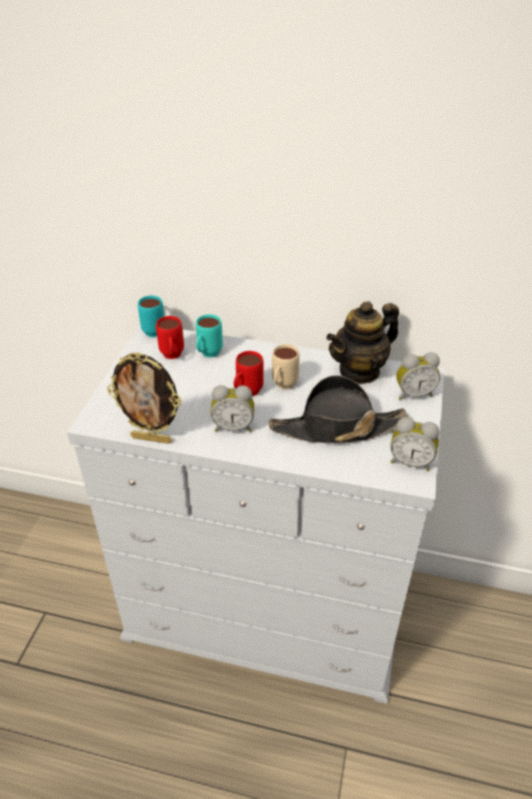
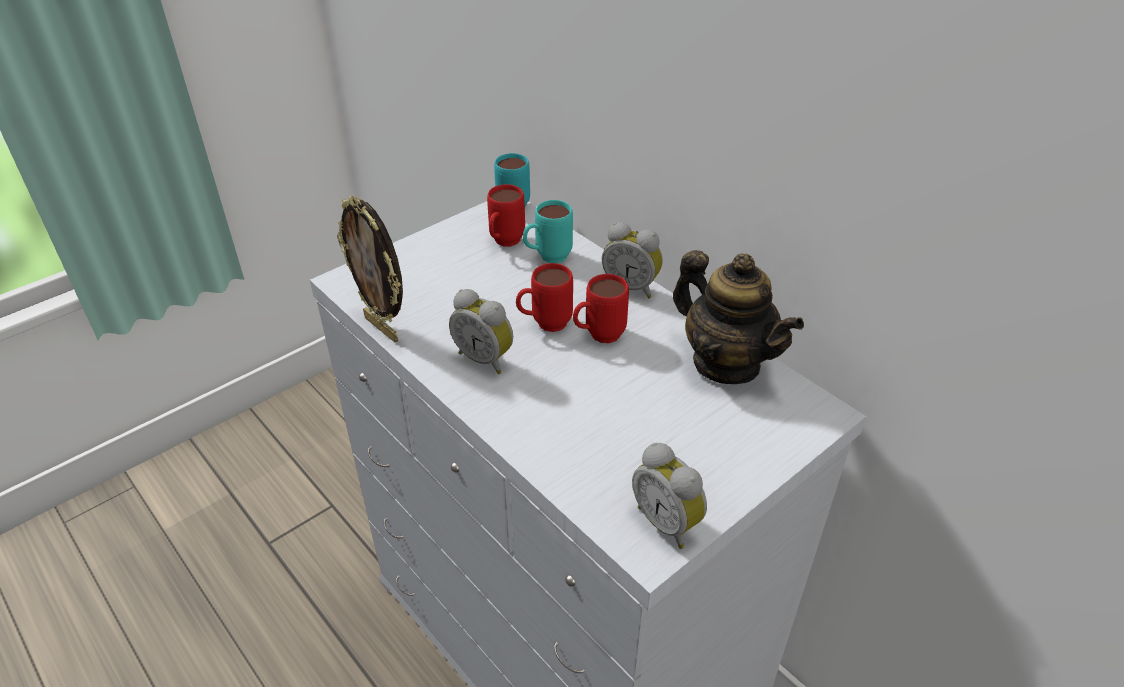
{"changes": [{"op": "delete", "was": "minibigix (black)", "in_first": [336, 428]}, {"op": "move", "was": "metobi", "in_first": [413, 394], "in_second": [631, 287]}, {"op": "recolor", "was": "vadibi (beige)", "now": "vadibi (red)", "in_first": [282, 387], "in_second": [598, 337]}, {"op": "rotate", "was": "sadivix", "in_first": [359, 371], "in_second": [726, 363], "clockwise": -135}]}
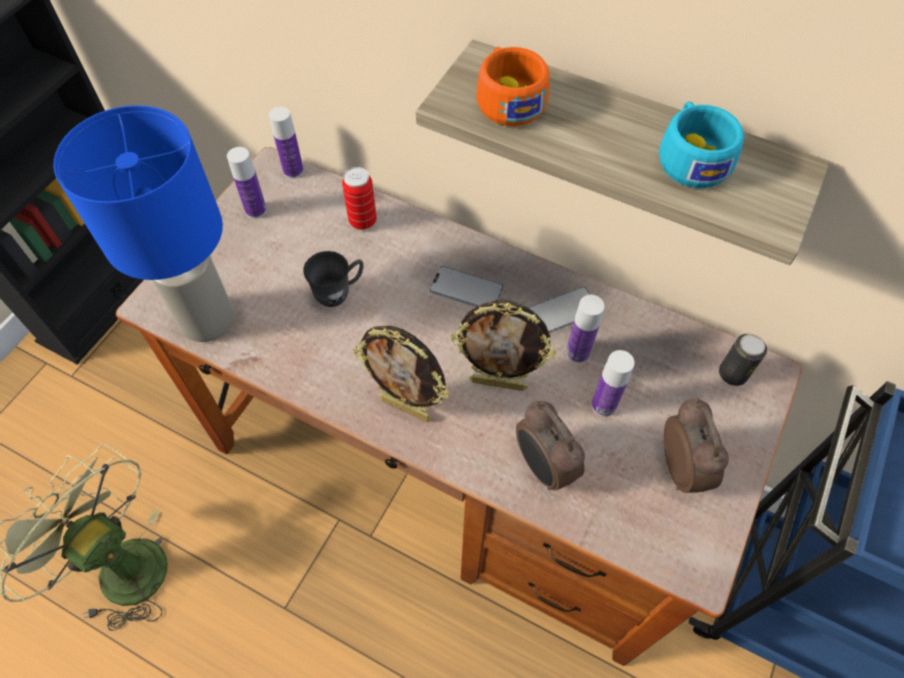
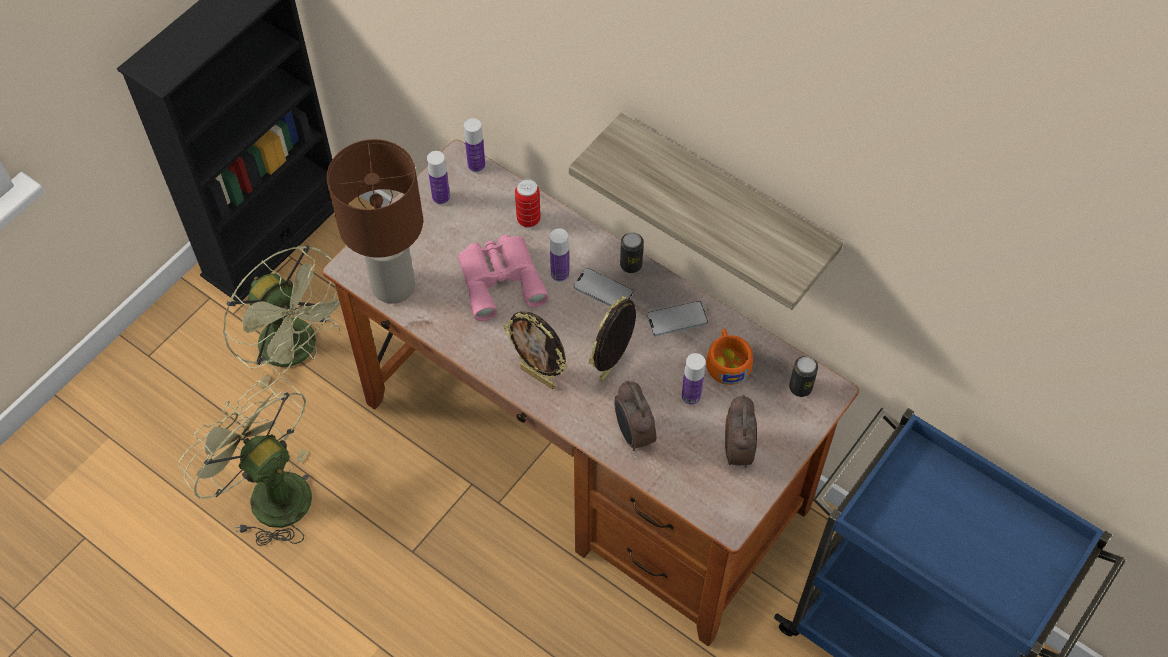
{"changes": [{"op": "delete", "was": "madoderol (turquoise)", "in_first": [691, 158]}, {"op": "insert", "now": "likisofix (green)", "in_second": [298, 350]}, {"op": "insert", "now": "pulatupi", "in_second": [631, 265]}, {"op": "move", "was": "madoderol (orange)", "in_first": [508, 99], "in_second": [727, 362]}, {"op": "move", "was": "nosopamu", "in_first": [577, 352], "in_second": [560, 274]}, {"op": "replace", "was": "vadibi (grey)", "now": "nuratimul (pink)", "in_first": [339, 293], "in_second": [500, 278]}, {"op": "recolor", "was": "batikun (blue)", "now": "batikun (brown)", "in_first": [208, 318], "in_second": [394, 285]}, {"op": "rotate", "was": "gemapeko", "in_first": [498, 383], "in_second": [613, 368], "clockwise": 105}]}
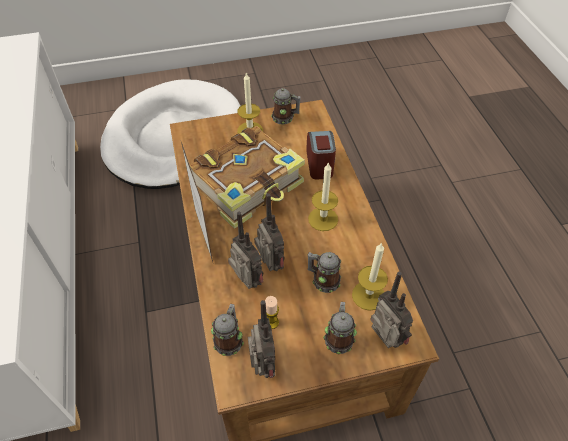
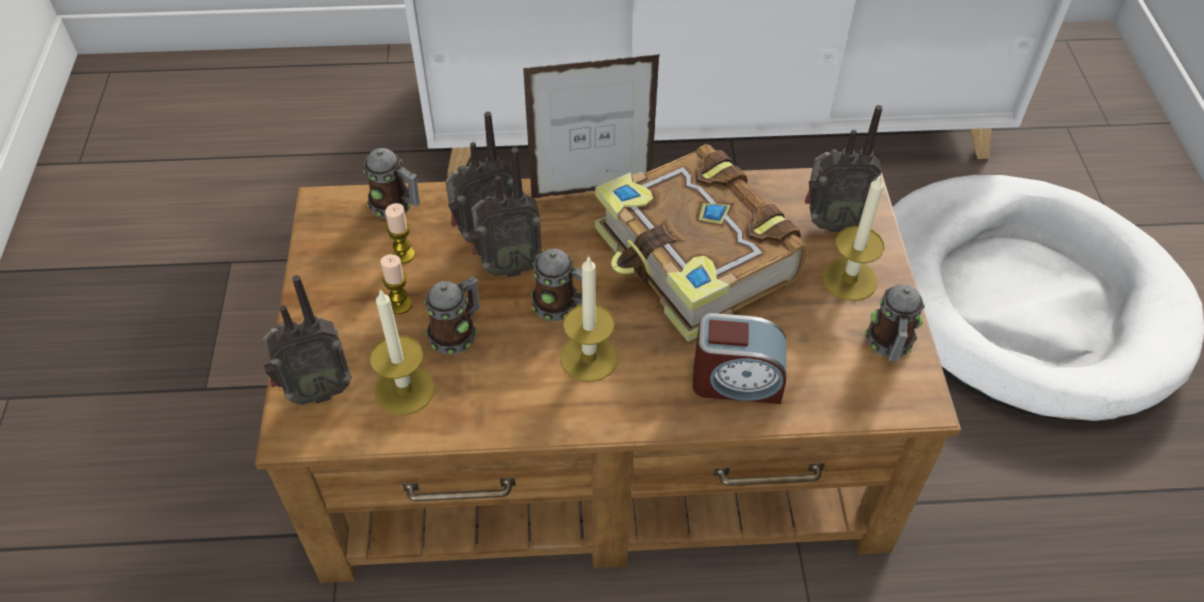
{"changes": [{"op": "insert", "now": "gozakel", "in_second": [400, 305]}, {"op": "move", "was": "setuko", "in_first": [262, 367], "in_second": [830, 222]}, {"op": "move", "was": "vadibi", "in_first": [339, 337], "in_second": [561, 305]}]}
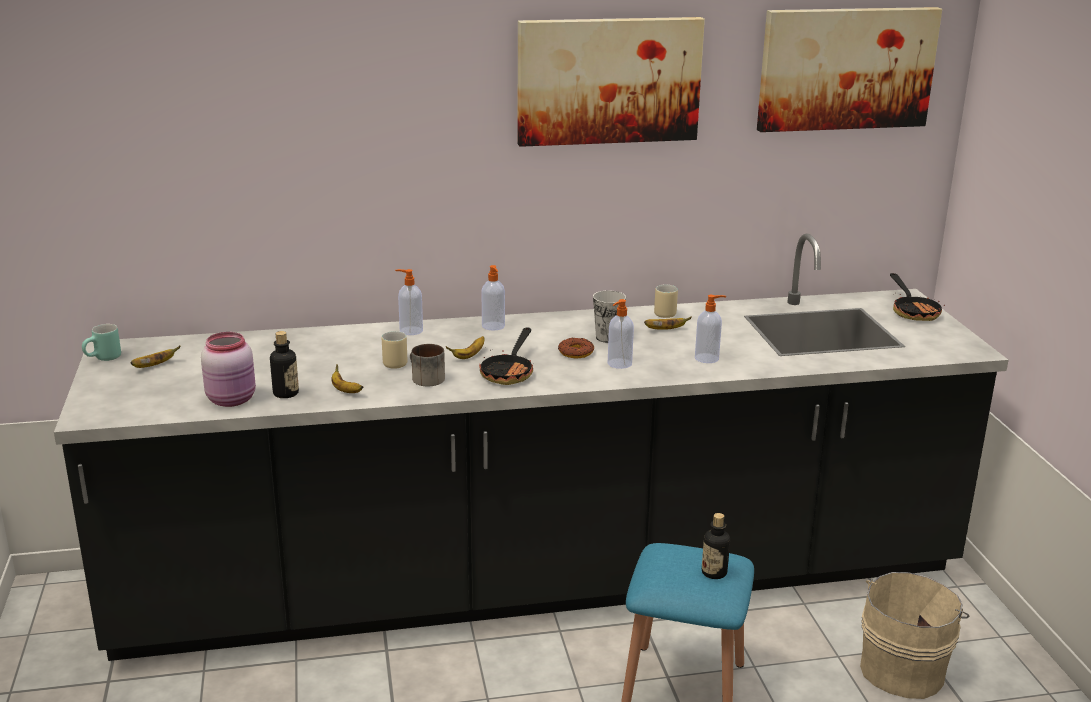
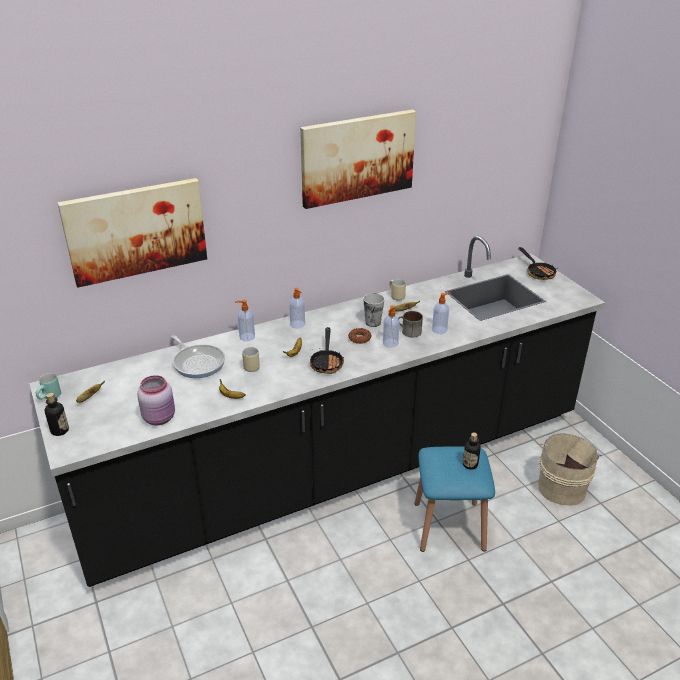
{"changes": [{"op": "insert", "now": "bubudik", "in_second": [198, 363]}, {"op": "move", "was": "nosopamu", "in_first": [286, 393], "in_second": [60, 430]}, {"op": "move", "was": "vadibi", "in_first": [424, 378], "in_second": [409, 332]}, {"op": "move", "was": "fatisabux", "in_first": [846, 68], "in_second": [136, 230]}]}
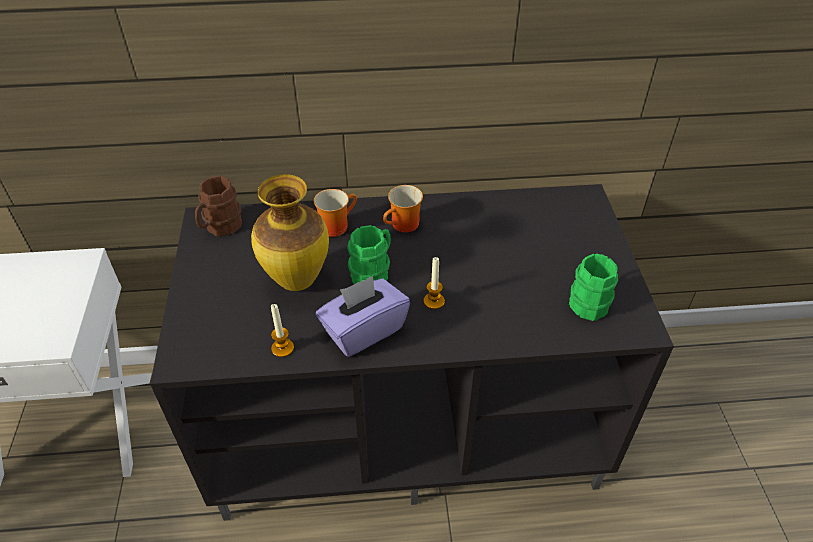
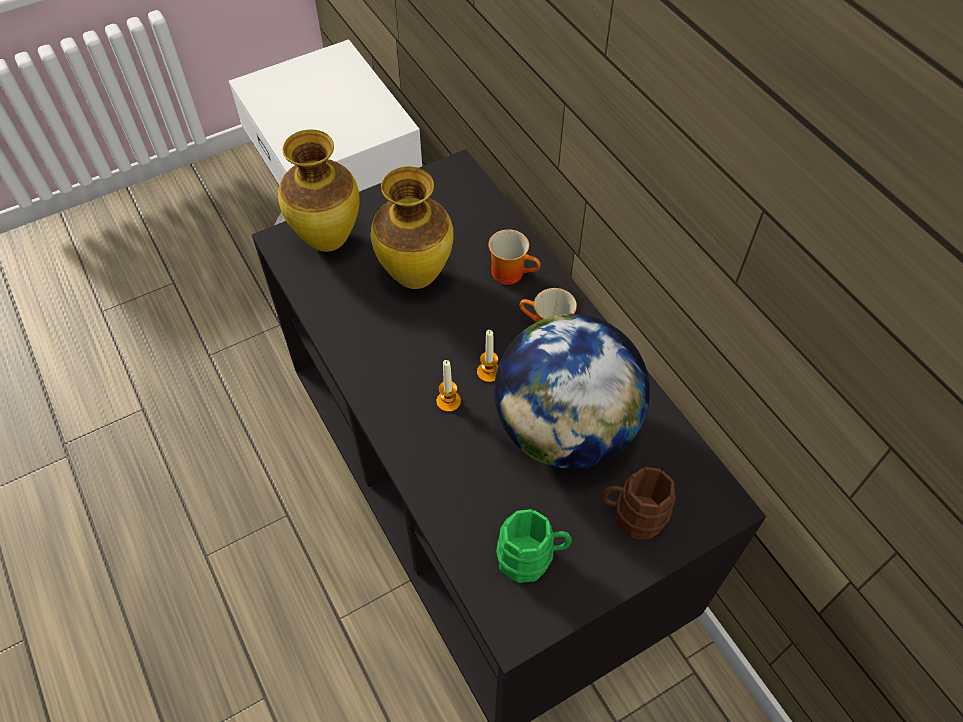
{"changes": [{"op": "delete", "was": "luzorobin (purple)", "in_first": [363, 330]}, {"op": "delete", "was": "vadibi (green)", "in_first": [373, 271]}, {"op": "insert", "now": "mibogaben", "in_second": [327, 241]}, {"op": "insert", "now": "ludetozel", "in_second": [565, 429]}, {"op": "move", "was": "vadibi (brown)", "in_first": [220, 227], "in_second": [632, 515]}, {"op": "move", "was": "gozakel", "in_first": [282, 348], "in_second": [489, 372]}]}
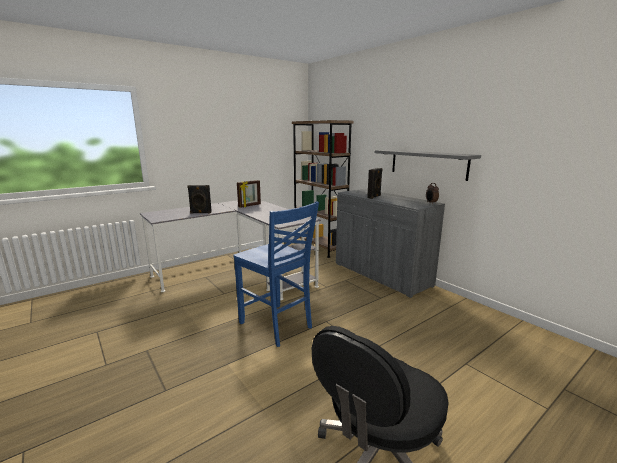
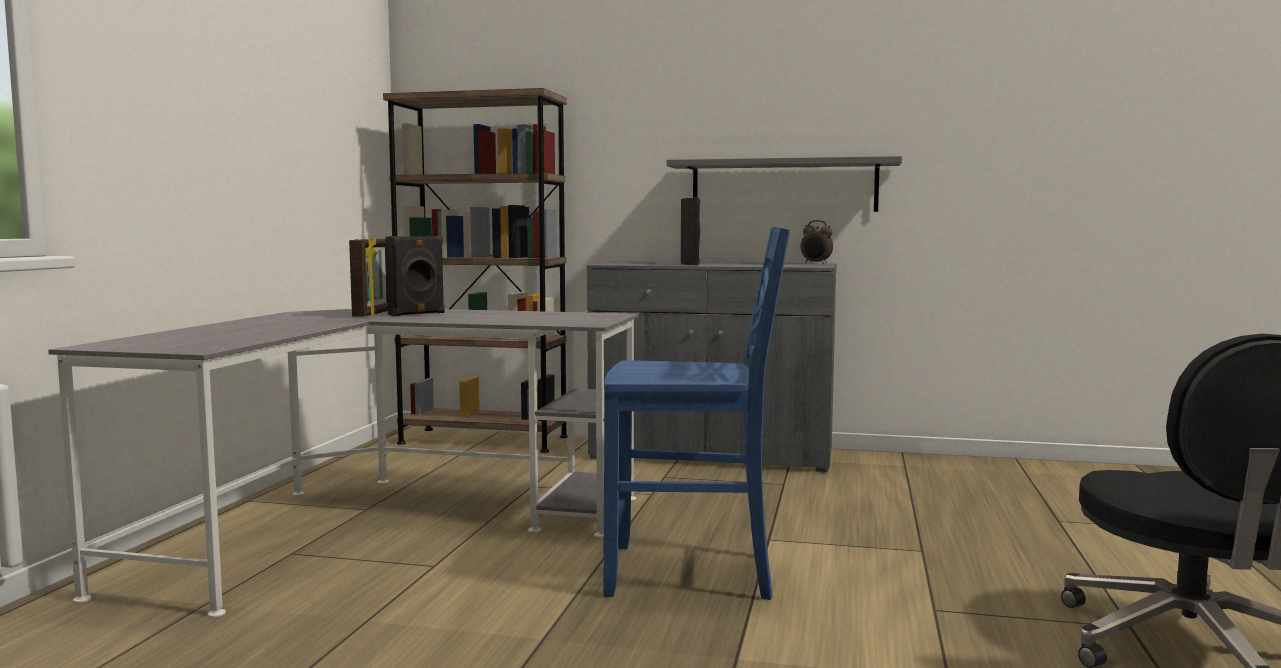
{"changes": [{"op": "move", "was": "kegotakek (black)", "in_first": [200, 213], "in_second": [417, 314]}]}
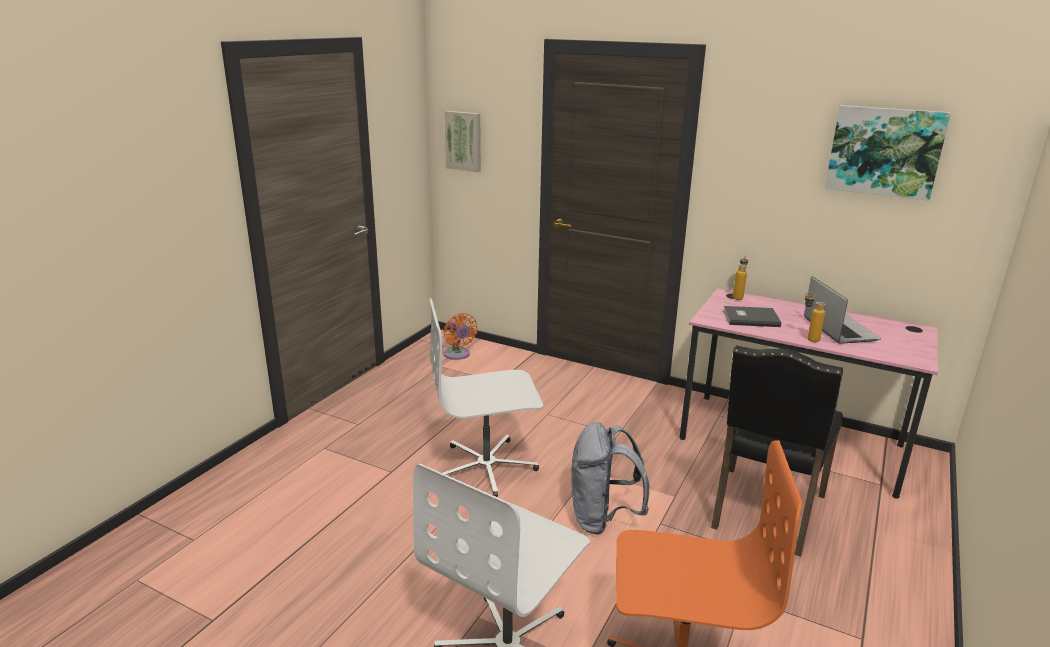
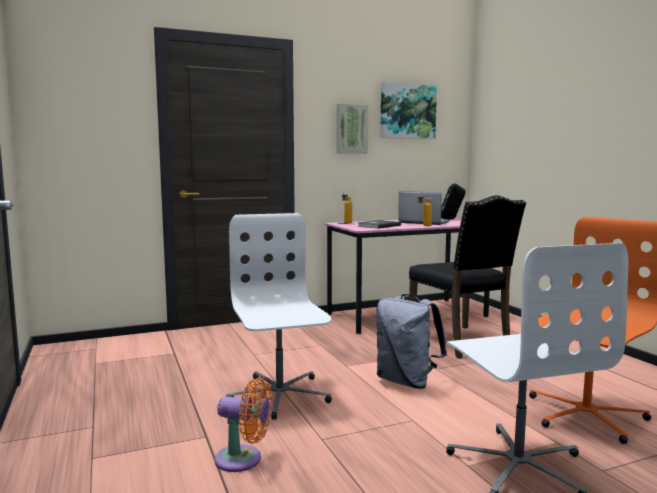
{"changes": [{"op": "insert", "now": "kegotakek (black)", "in_second": [451, 219]}, {"op": "move", "was": "fatisabux", "in_first": [464, 141], "in_second": [351, 129]}, {"op": "move", "was": "likisofix (orange)", "in_first": [458, 355], "in_second": [243, 460]}, {"op": "rotate", "was": "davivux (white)", "in_first": [487, 467], "in_second": [279, 395], "clockwise": 135}]}
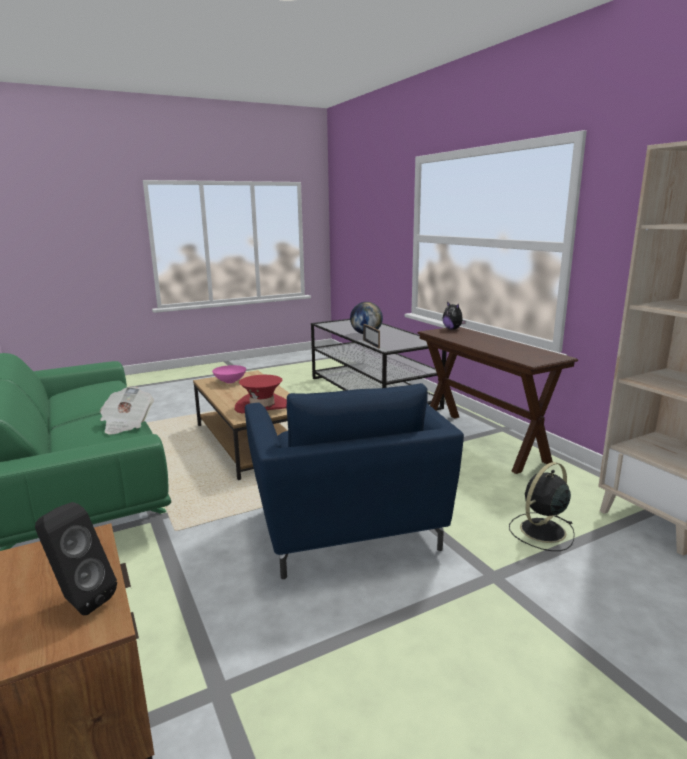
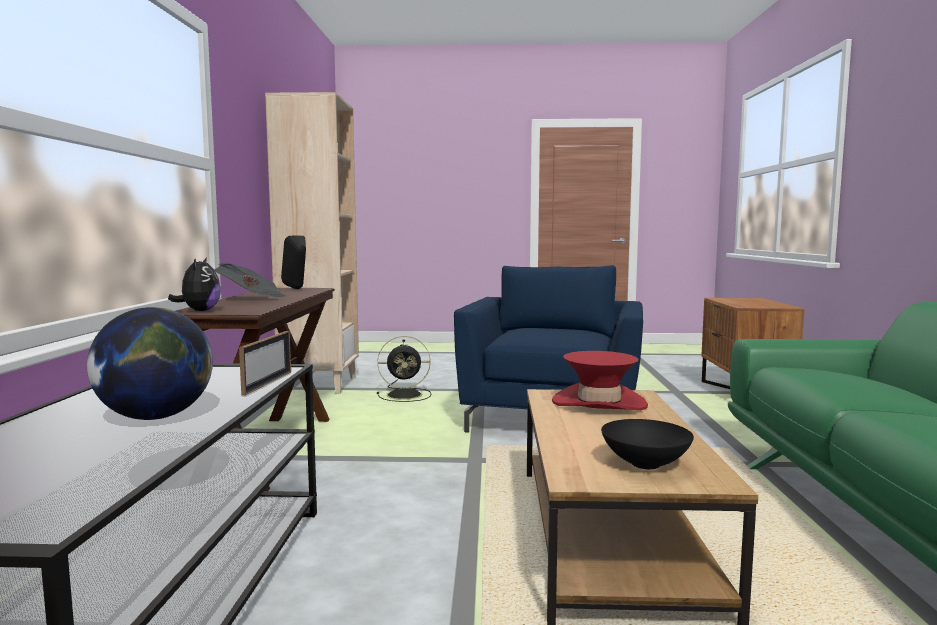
{"changes": [{"op": "move", "was": "kegotakek (black)", "in_first": [79, 601], "in_second": [297, 289]}, {"op": "move", "was": "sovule", "in_first": [126, 424], "in_second": [253, 299]}, {"op": "recolor", "was": "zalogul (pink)", "now": "zalogul (black)", "in_first": [230, 382], "in_second": [645, 463]}]}
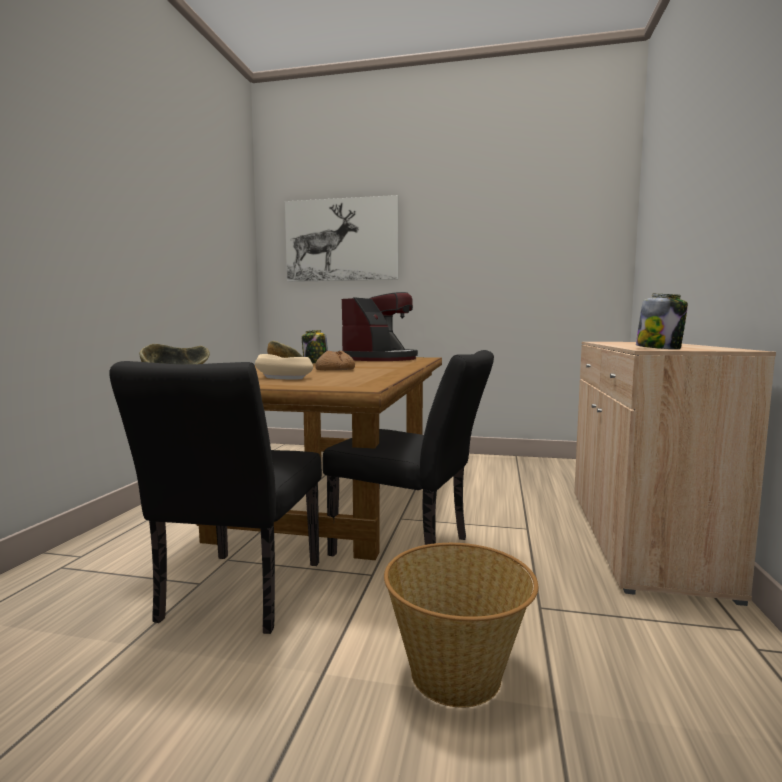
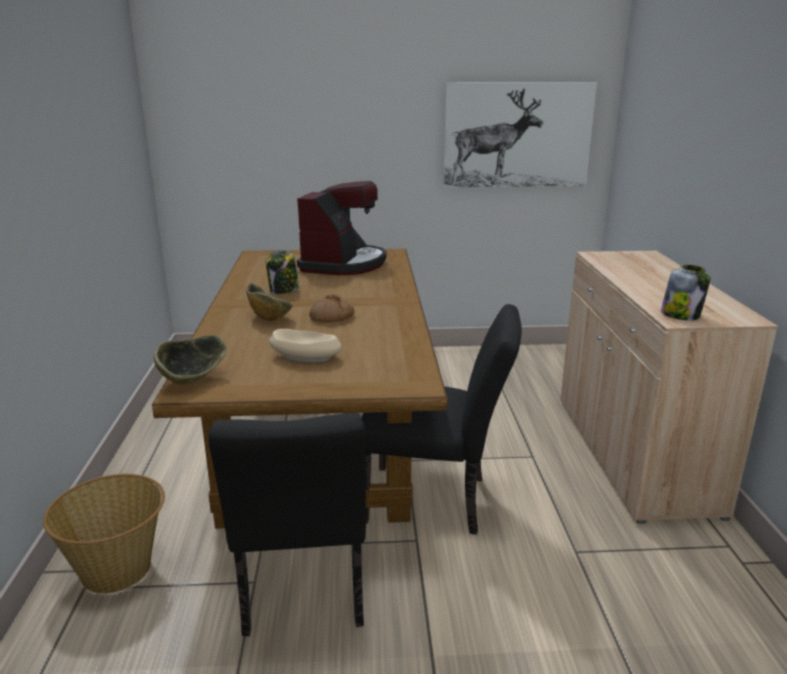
{"changes": [{"op": "move", "was": "fatisabux", "in_first": [341, 240], "in_second": [517, 135]}, {"op": "move", "was": "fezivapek", "in_first": [457, 673], "in_second": [118, 569]}]}
